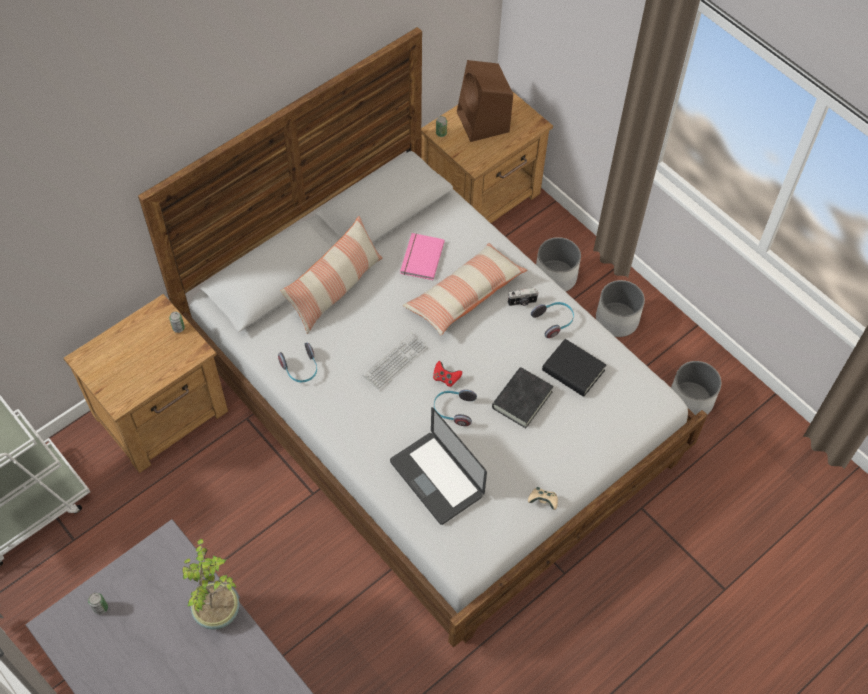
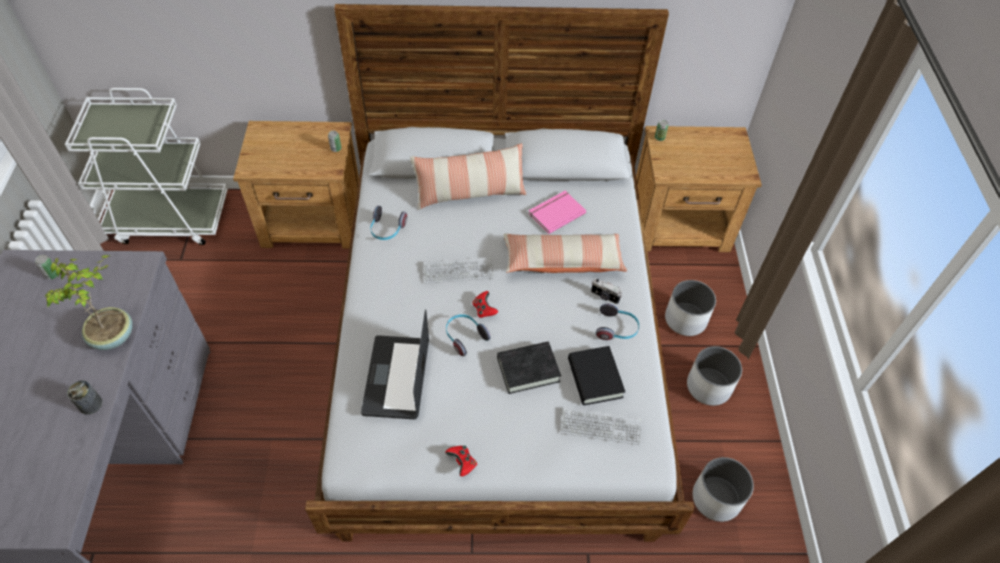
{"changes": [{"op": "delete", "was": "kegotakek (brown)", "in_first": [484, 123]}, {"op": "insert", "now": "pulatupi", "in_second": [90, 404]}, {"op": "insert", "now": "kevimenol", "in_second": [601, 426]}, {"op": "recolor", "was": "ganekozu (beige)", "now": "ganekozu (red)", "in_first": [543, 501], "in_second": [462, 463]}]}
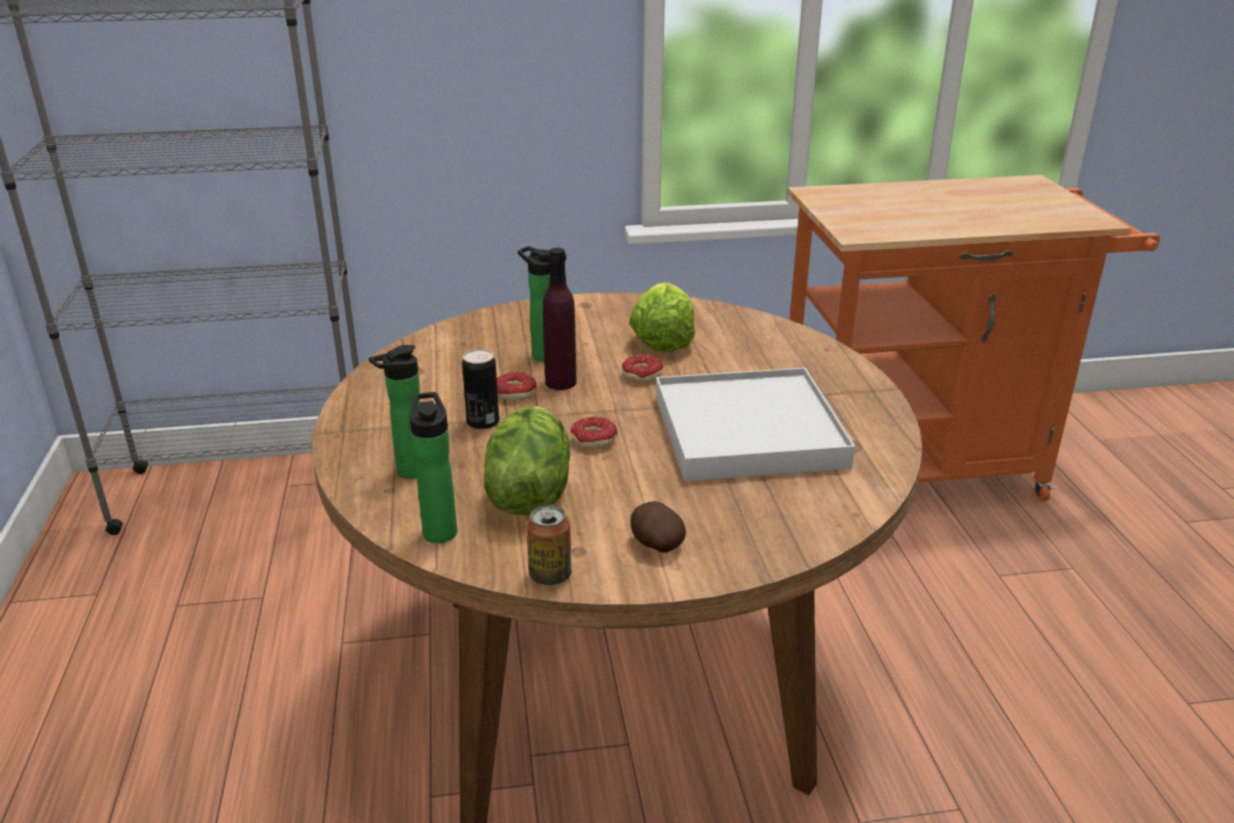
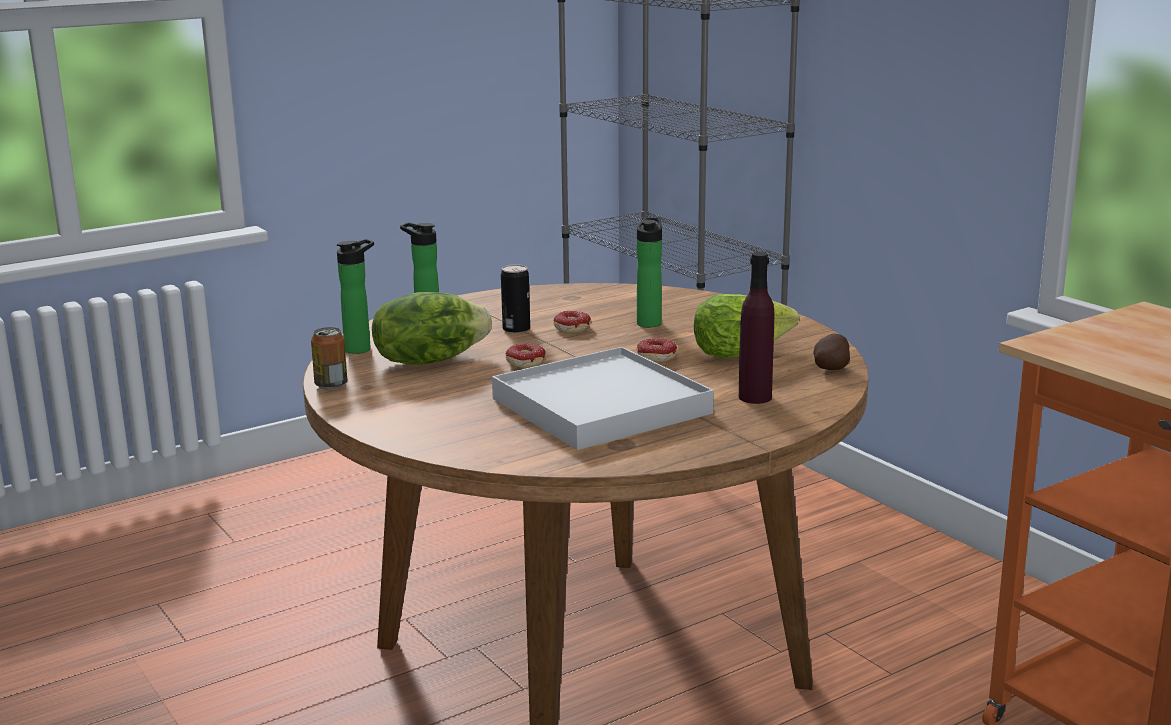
{"changes": [{"op": "move", "was": "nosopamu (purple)", "in_first": [560, 382], "in_second": [755, 397]}, {"op": "move", "was": "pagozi", "in_first": [655, 544], "in_second": [831, 368]}]}
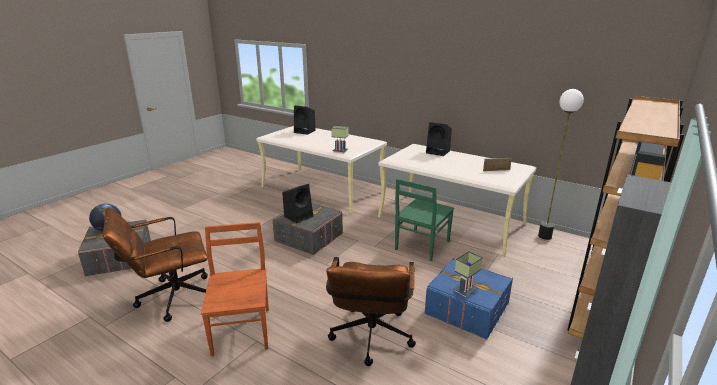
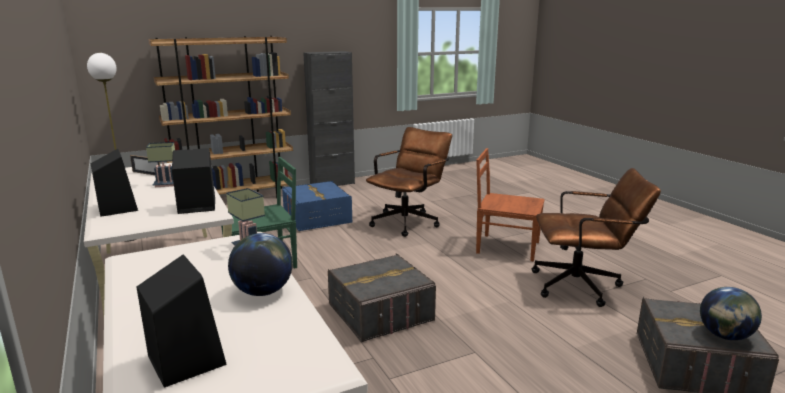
{"changes": [{"op": "insert", "now": "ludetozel", "in_second": [262, 291]}, {"op": "move", "was": "kegotakek (black)", "in_first": [299, 216], "in_second": [195, 207]}, {"op": "move", "was": "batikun", "in_first": [465, 291], "in_second": [167, 184]}, {"op": "rotate", "was": "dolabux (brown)", "in_first": [242, 329], "in_second": [506, 247], "clockwise": 90}]}
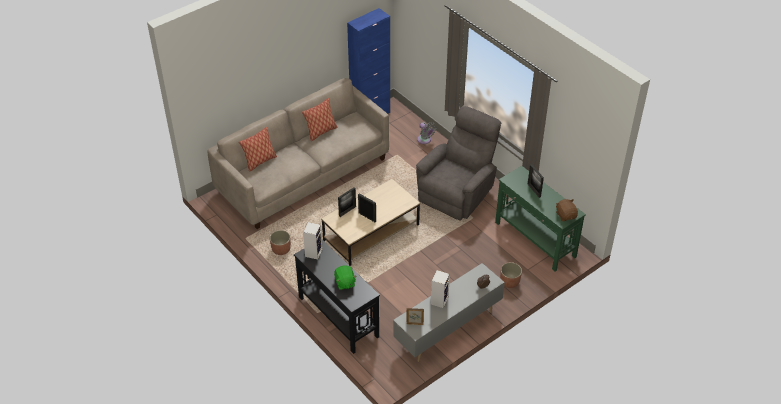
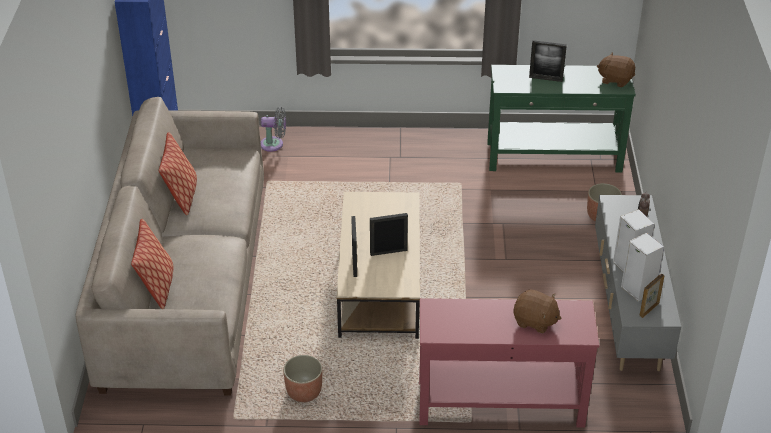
{"changes": [{"op": "delete", "was": "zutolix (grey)", "in_first": [458, 193]}, {"op": "move", "was": "kegotakek", "in_first": [313, 252], "in_second": [636, 289]}, {"op": "recolor", "was": "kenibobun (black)", "now": "kenibobun (red)", "in_first": [338, 316], "in_second": [499, 403]}, {"op": "recolor", "was": "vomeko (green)", "now": "vomeko (brown)", "in_first": [344, 283], "in_second": [535, 321]}]}
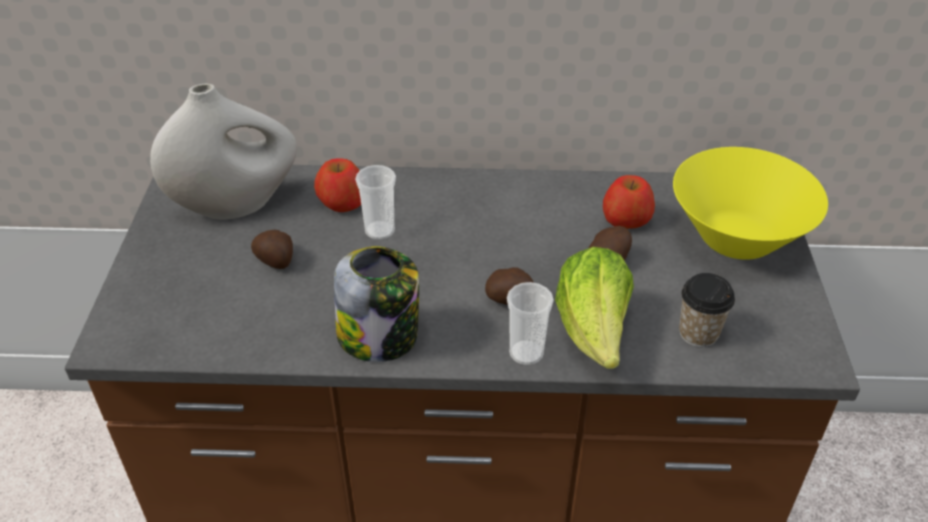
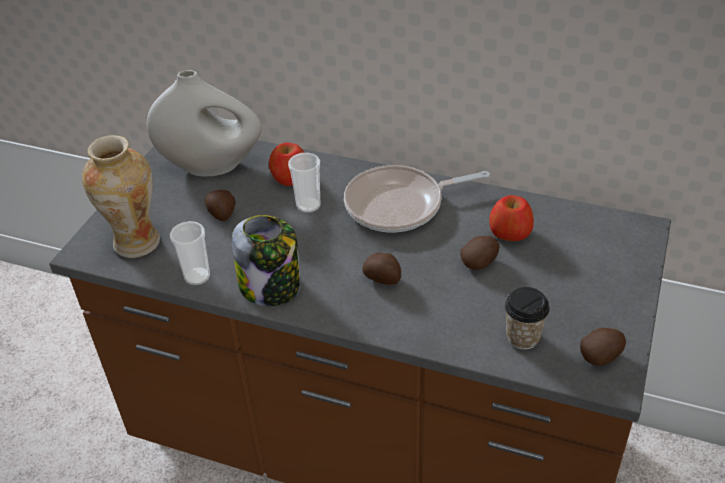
{"changes": [{"op": "delete", "was": "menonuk", "in_first": [593, 332]}, {"op": "delete", "was": "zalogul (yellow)", "in_first": [736, 238]}, {"op": "insert", "now": "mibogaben", "in_second": [136, 243]}, {"op": "insert", "now": "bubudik", "in_second": [400, 205]}, {"op": "insert", "now": "pagozi", "in_second": [601, 357]}, {"op": "move", "was": "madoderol", "in_first": [526, 353], "in_second": [197, 276]}]}
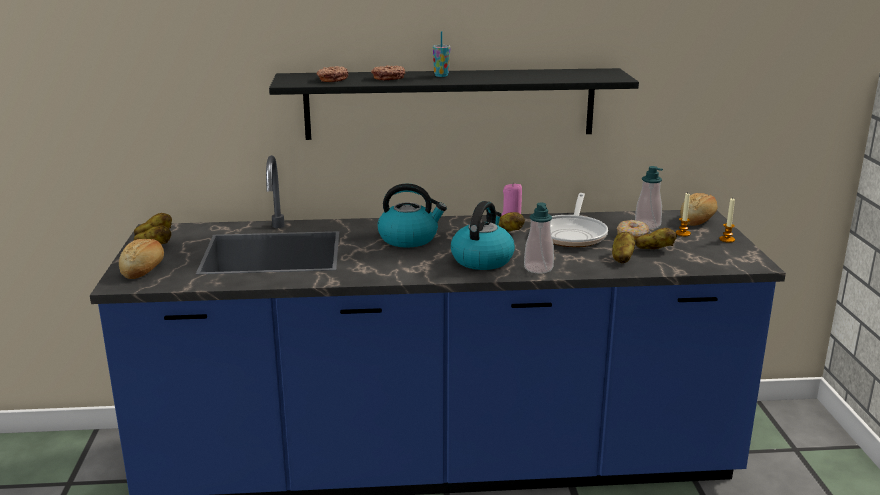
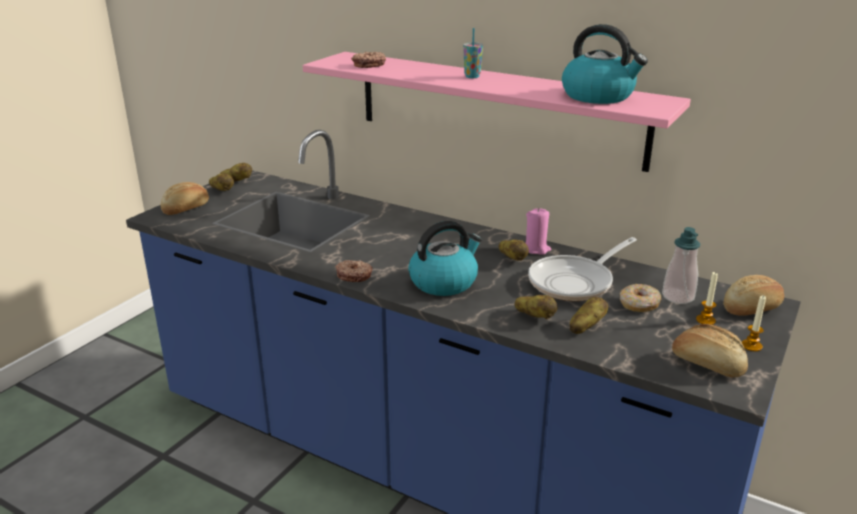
{"changes": [{"op": "delete", "was": "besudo", "in_first": [538, 268]}, {"op": "insert", "now": "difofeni", "in_second": [708, 364]}, {"op": "move", "was": "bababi", "in_first": [388, 78], "in_second": [354, 275]}, {"op": "move", "was": "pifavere", "in_first": [409, 238], "in_second": [599, 96]}, {"op": "move", "was": "pagozi", "in_first": [655, 249], "in_second": [535, 317]}, {"op": "recolor", "was": "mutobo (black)", "now": "mutobo (pink)", "in_first": [450, 104], "in_second": [496, 108]}]}
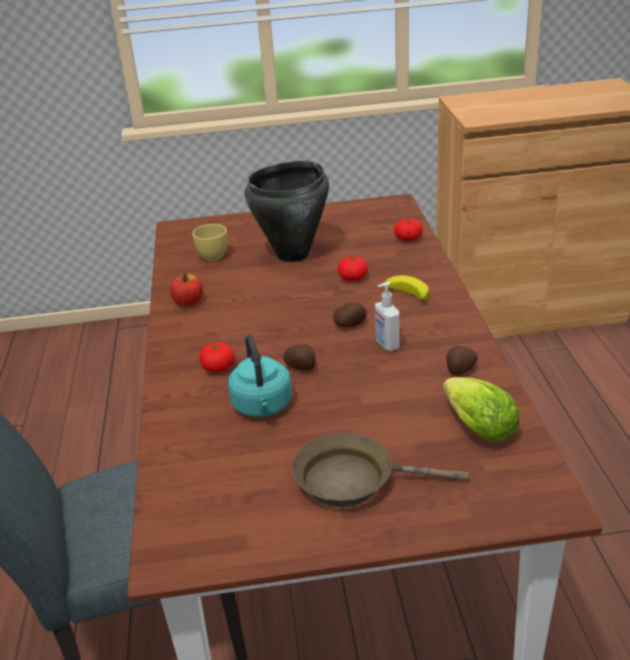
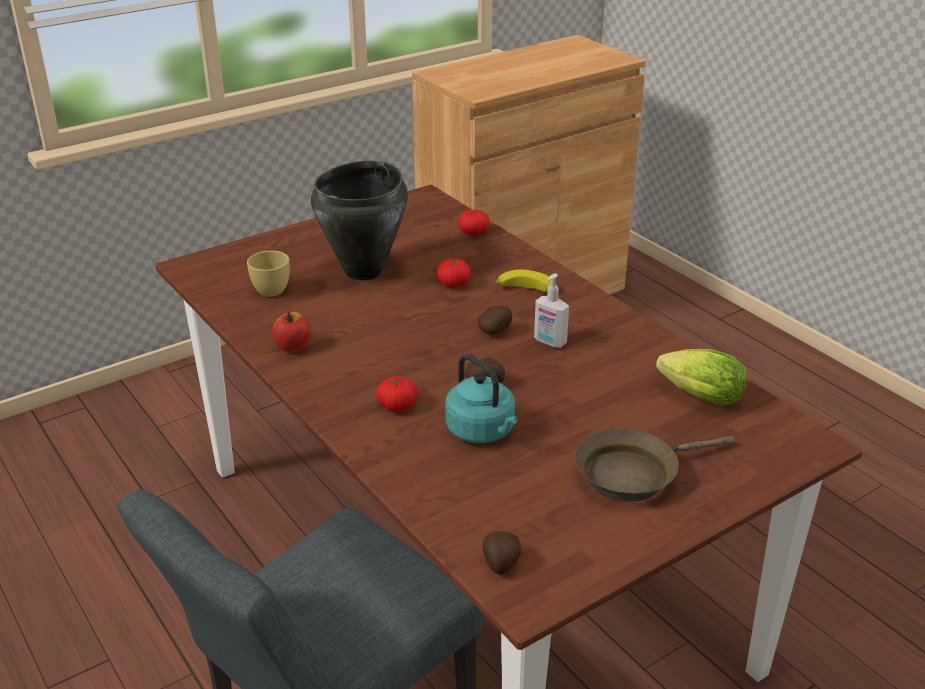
{"changes": [{"op": "move", "was": "pagozi", "in_first": [459, 370], "in_second": [500, 564]}]}
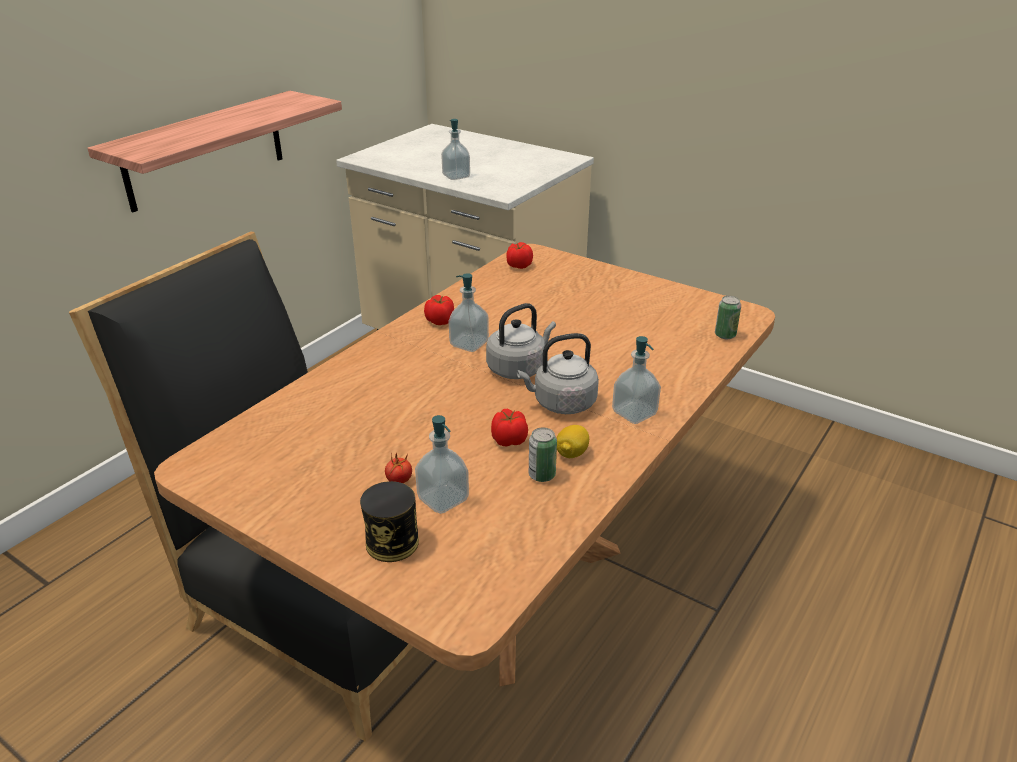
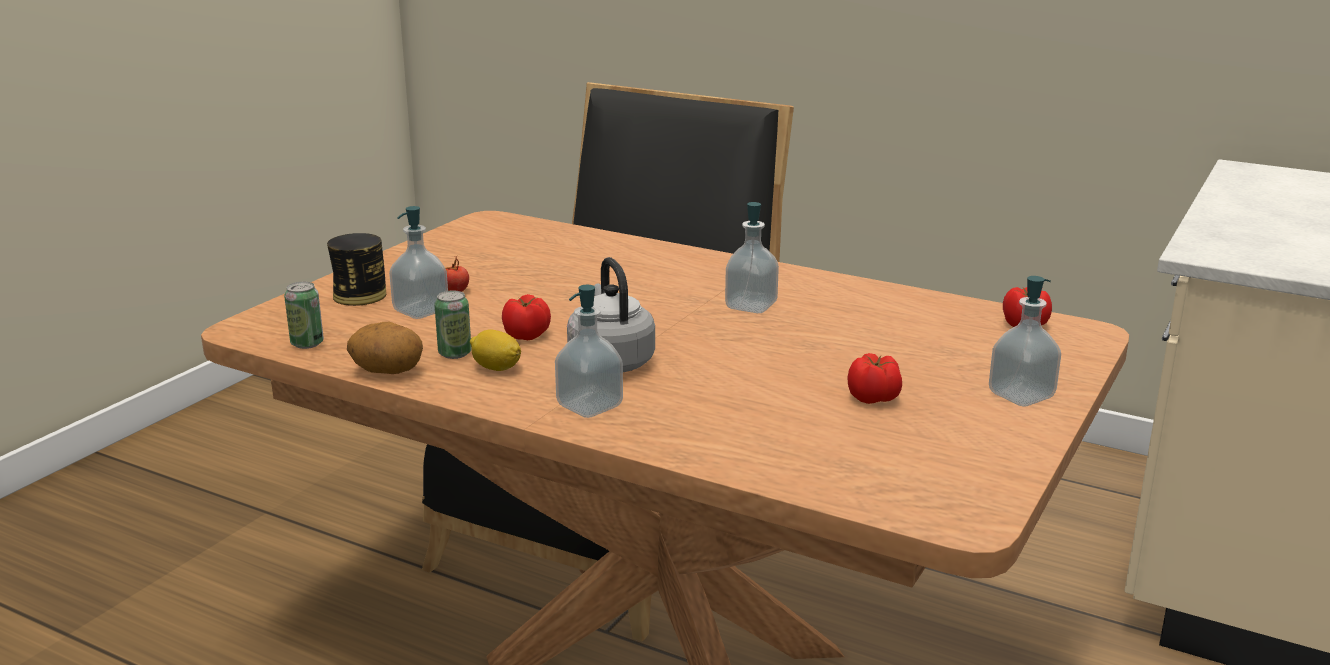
{"changes": [{"op": "delete", "was": "mutobo", "in_first": [205, 150]}, {"op": "delete", "was": "pifavere (grey)", "in_first": [518, 368]}, {"op": "insert", "now": "pagozi", "in_second": [388, 371]}, {"op": "move", "was": "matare", "in_first": [440, 321], "in_second": [874, 398]}, {"op": "move", "was": "besudo", "in_first": [456, 176], "in_second": [1021, 395]}, {"op": "move", "was": "pulatupi", "in_first": [725, 335], "in_second": [307, 343]}]}
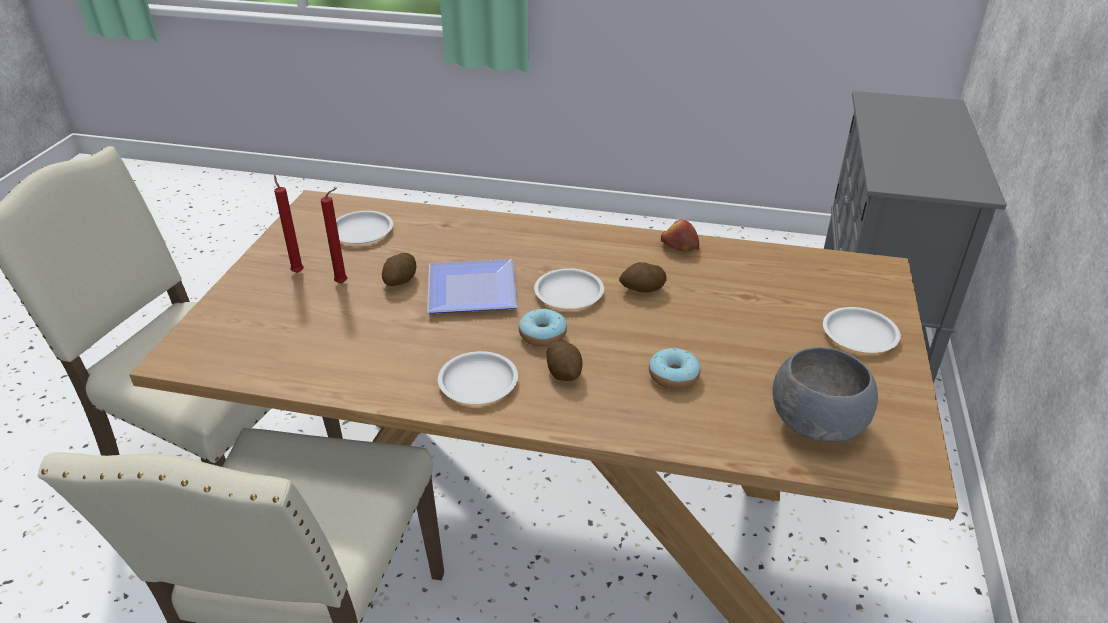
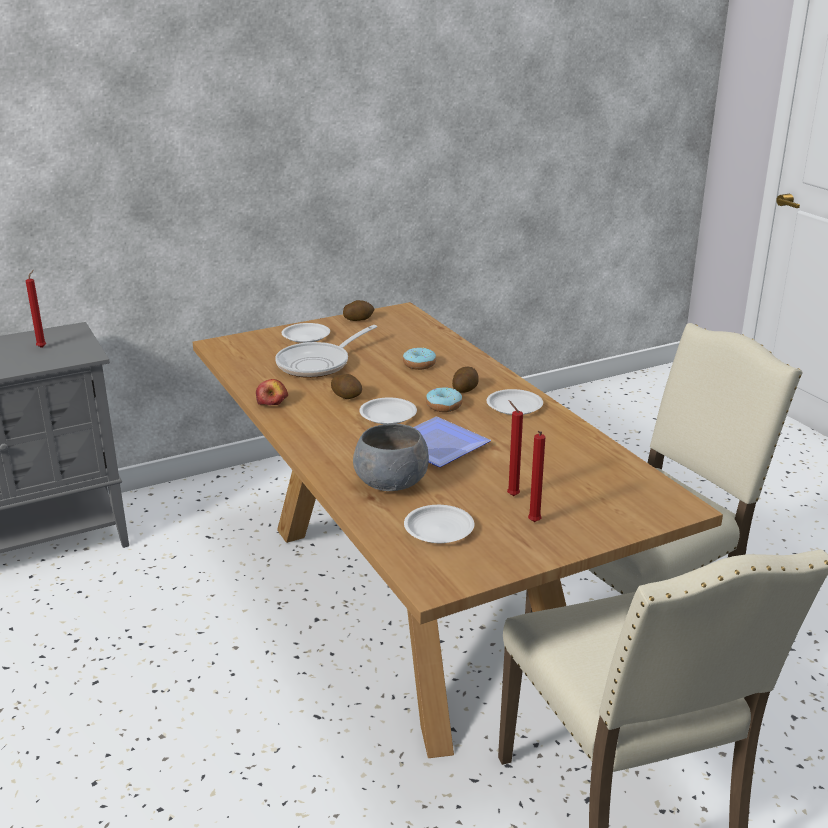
{"changes": [{"op": "insert", "now": "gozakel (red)", "in_second": [43, 347]}, {"op": "insert", "now": "bubudik", "in_second": [318, 364]}, {"op": "move", "was": "pagozi", "in_first": [400, 281], "in_second": [358, 319]}, {"op": "move", "was": "zalogul (grey)", "in_first": [819, 424], "in_second": [391, 482]}]}
